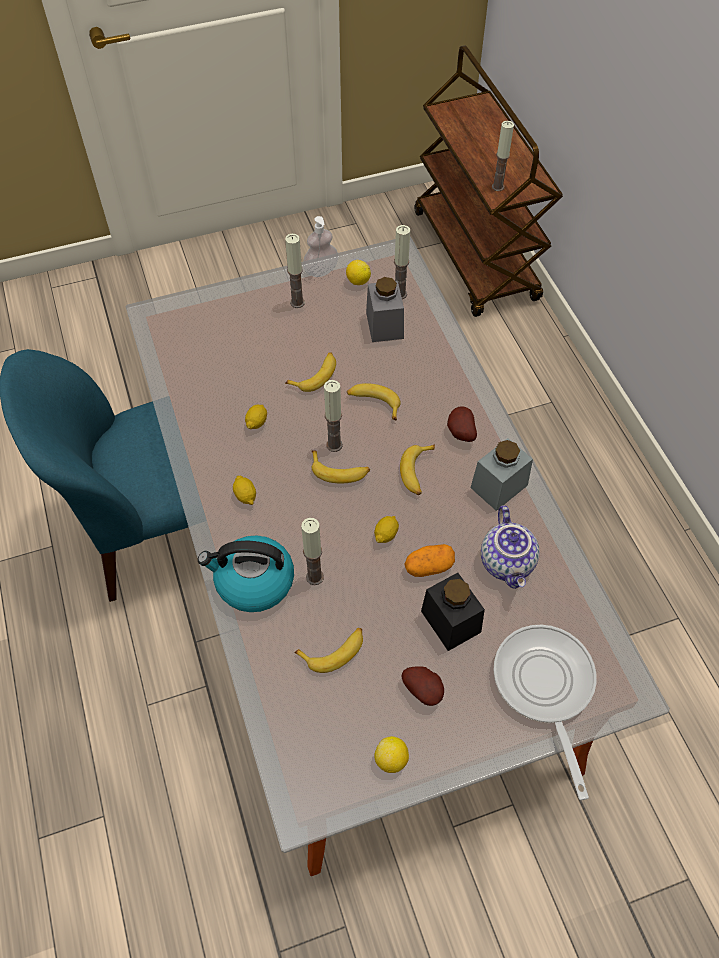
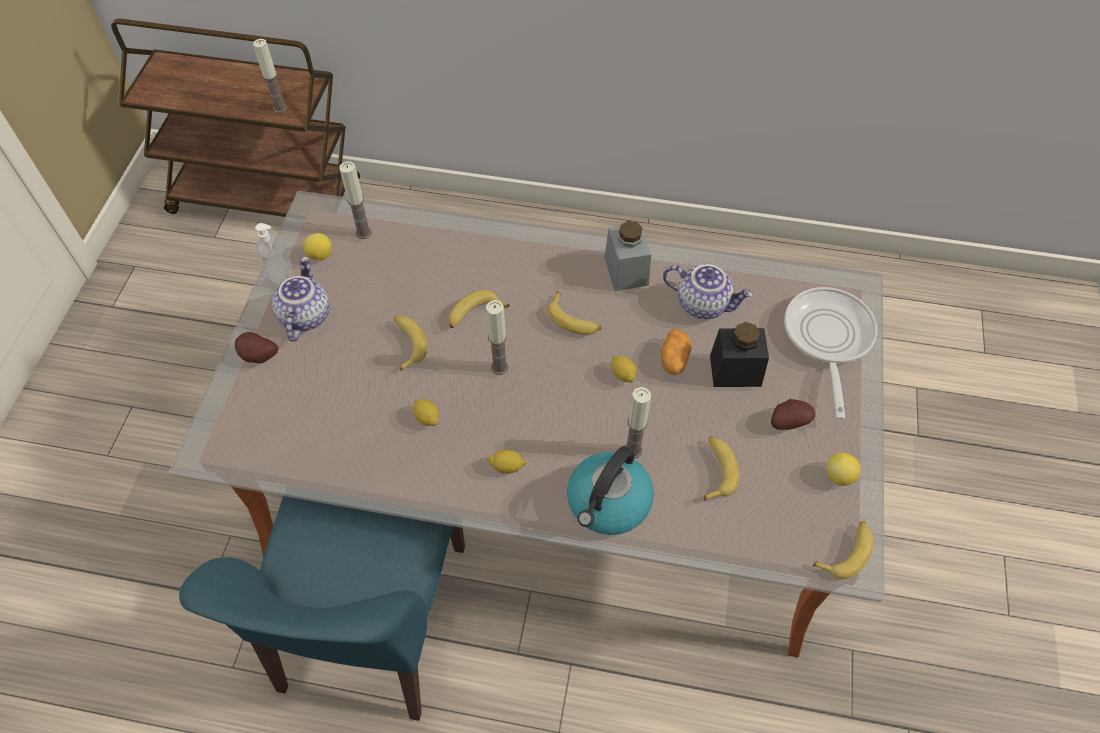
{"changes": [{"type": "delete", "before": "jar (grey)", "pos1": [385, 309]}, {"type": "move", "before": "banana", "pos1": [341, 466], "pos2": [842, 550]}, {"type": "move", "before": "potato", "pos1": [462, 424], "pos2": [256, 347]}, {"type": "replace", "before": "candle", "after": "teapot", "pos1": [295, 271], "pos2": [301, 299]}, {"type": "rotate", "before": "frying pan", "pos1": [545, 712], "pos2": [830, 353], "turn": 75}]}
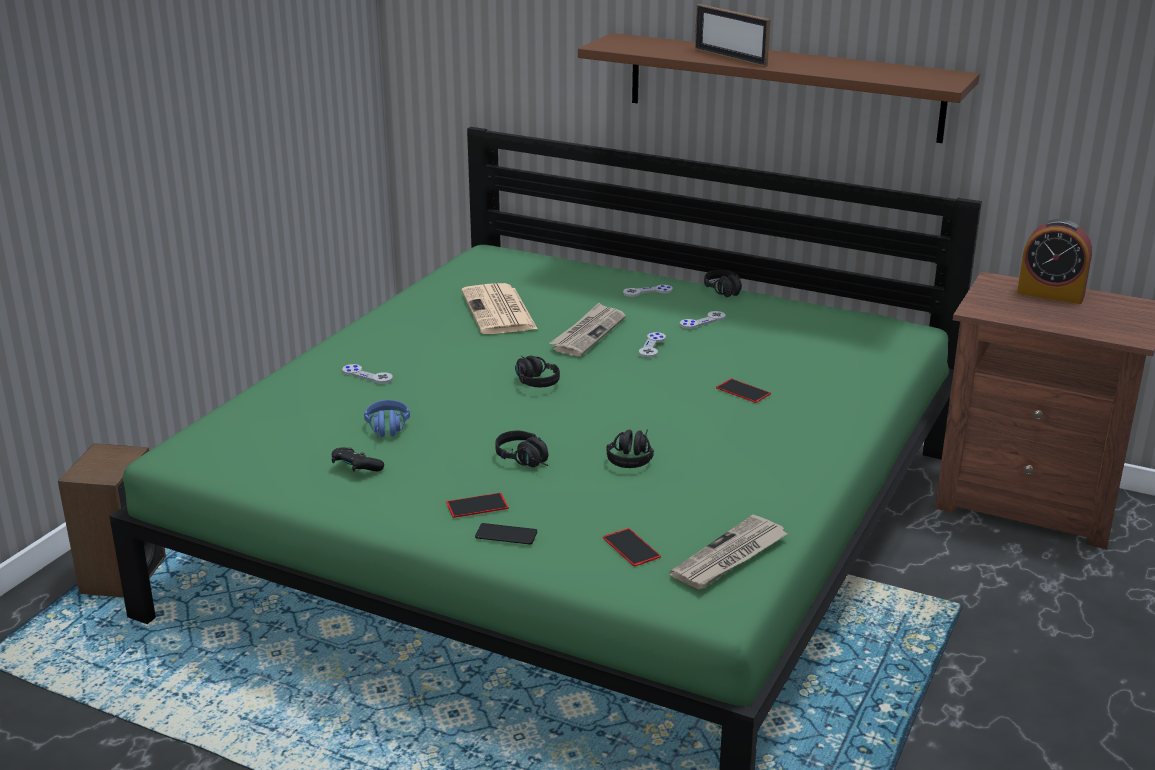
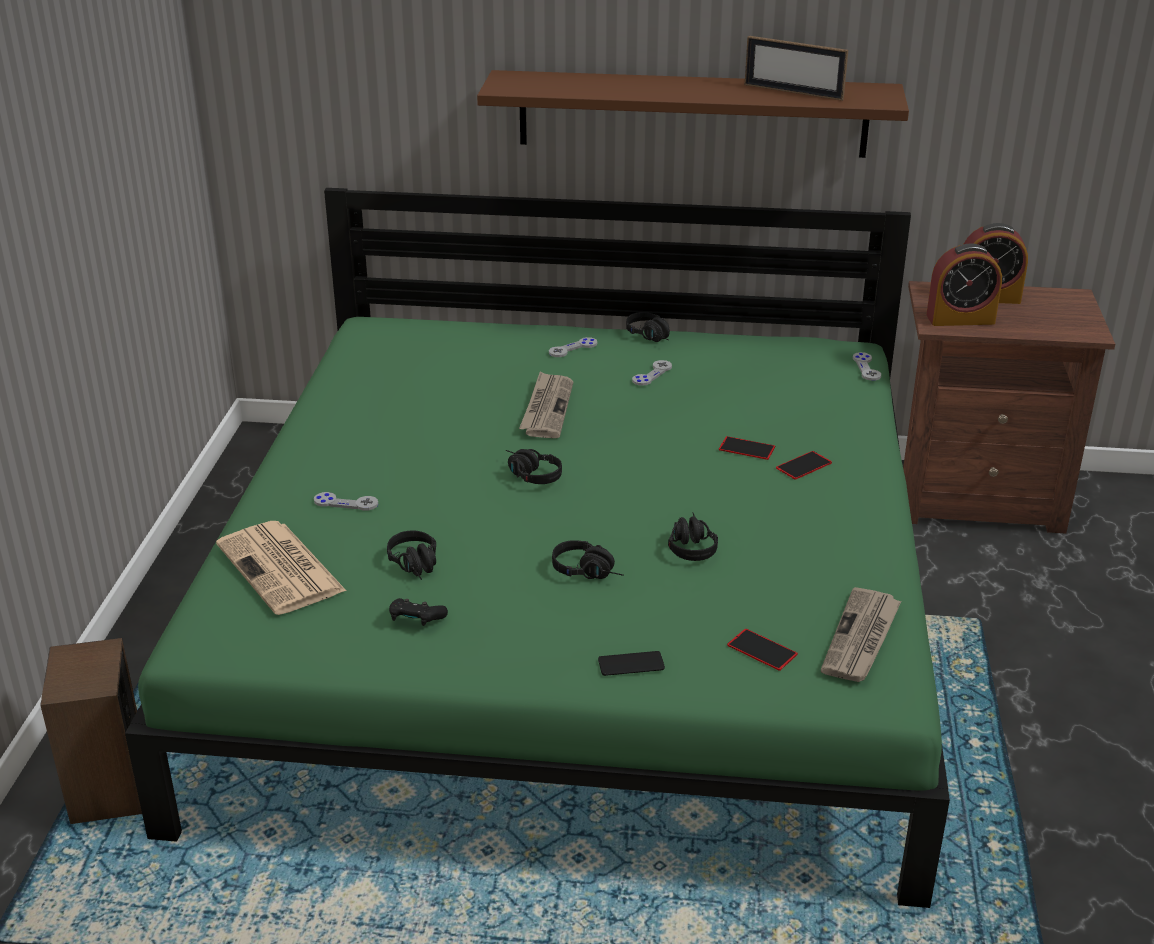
{"changes": [{"type": "insert", "after": "alarm clock", "pos2": [964, 284]}, {"type": "move", "before": "phone", "pos1": [477, 505], "pos2": [804, 465]}, {"type": "move", "before": "newspaper", "pos1": [499, 308], "pos2": [281, 568]}, {"type": "move", "before": "game controller (grey)", "pos1": [652, 345], "pos2": [867, 366]}, {"type": "move", "before": "picture frame", "pos1": [733, 35], "pos2": [796, 68]}, {"type": "recolor", "before": "headphones (blue)", "after": "headphones (black)", "pos1": [387, 419], "pos2": [411, 555]}]}
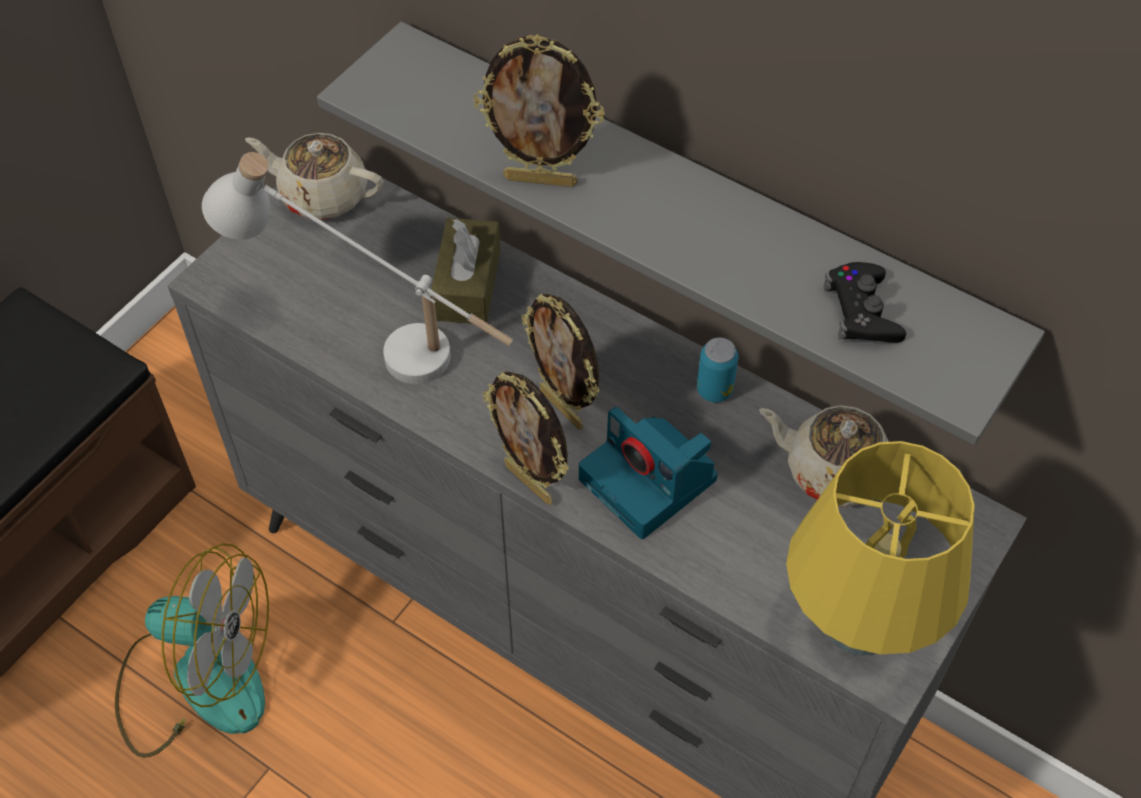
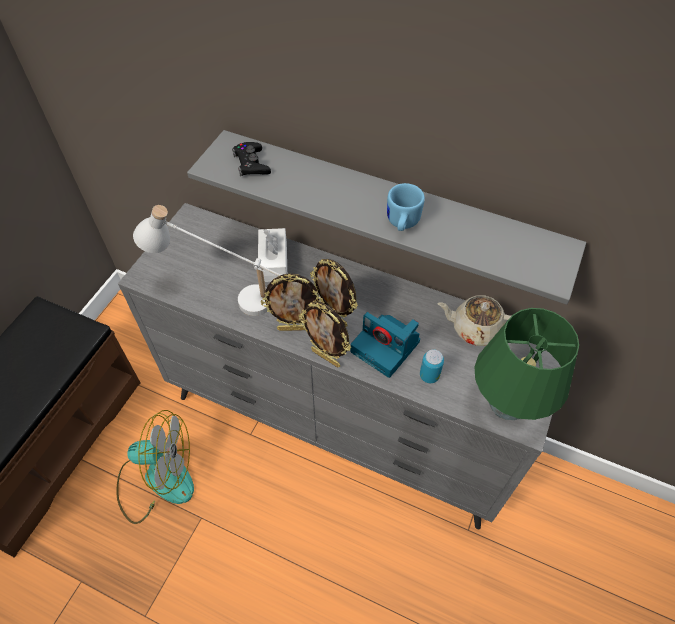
{"changes": [{"type": "delete", "before": "teapot (beige)", "pos1": [314, 176]}, {"type": "insert", "after": "mug (blue)", "pos2": [406, 207]}, {"type": "move", "before": "picture frame", "pos1": [539, 110], "pos2": [292, 302]}, {"type": "move", "before": "can", "pos1": [717, 370], "pos2": [432, 366]}, {"type": "move", "before": "game controller (black)", "pos1": [865, 302], "pos2": [251, 159]}, {"type": "recolor", "before": "tissue box (brown)", "after": "tissue box (white)", "pos1": [465, 271], "pos2": [272, 255]}, {"type": "recolor", "before": "table lamp (yellow)", "after": "table lamp (green)", "pos1": [880, 548], "pos2": [527, 364]}]}
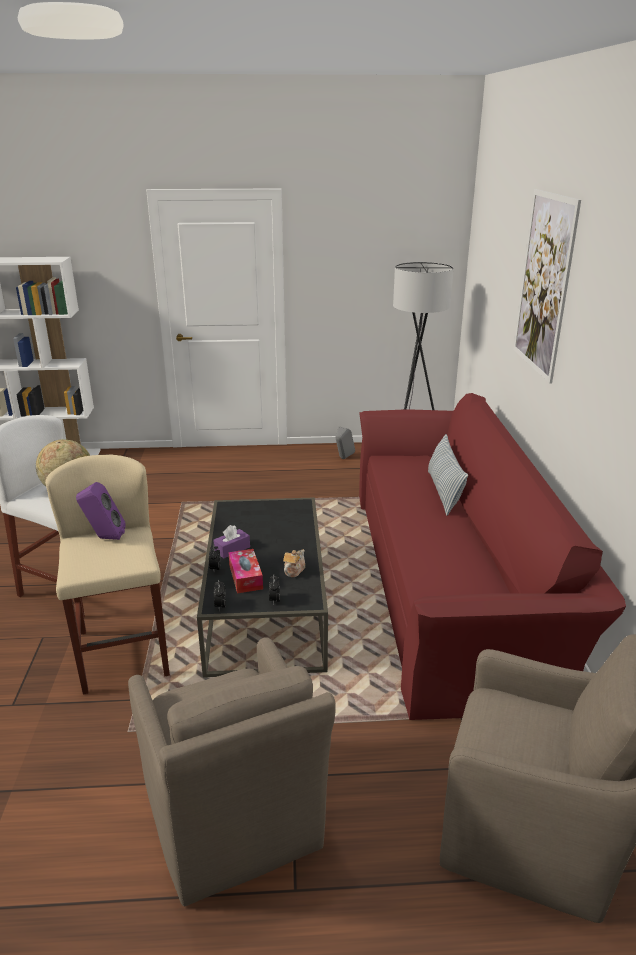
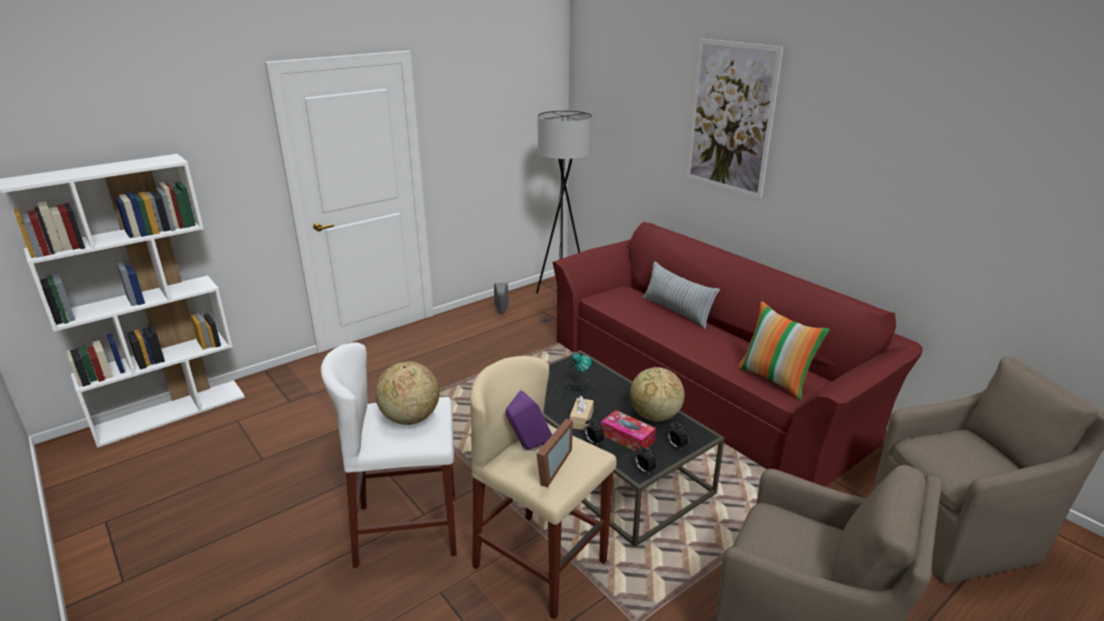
{"changes": [{"type": "insert", "after": "picture frame", "pos2": [554, 453]}, {"type": "insert", "after": "table lamp", "pos2": [570, 378]}, {"type": "insert", "after": "pillow", "pos2": [783, 350]}, {"type": "replace", "before": "teapot", "after": "globe", "pos1": [294, 563], "pos2": [657, 394]}, {"type": "recolor", "before": "tissue box (purple)", "after": "tissue box (beige)", "pos1": [231, 541], "pos2": [582, 412]}]}
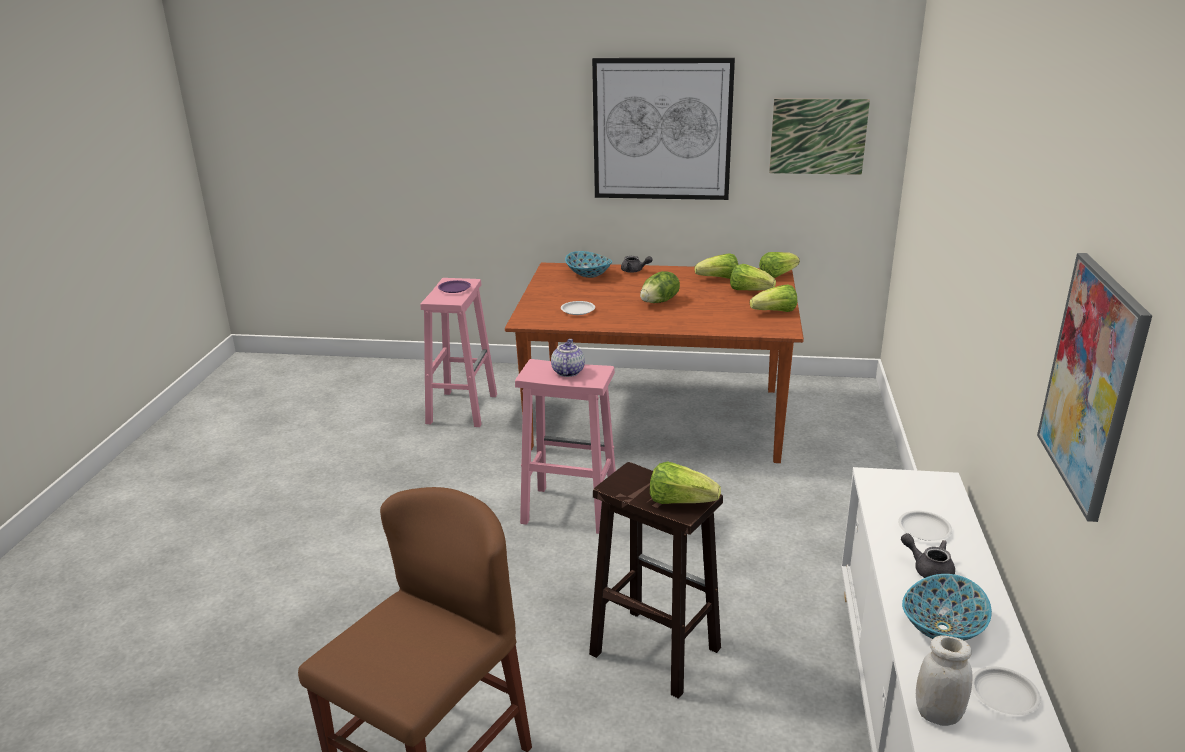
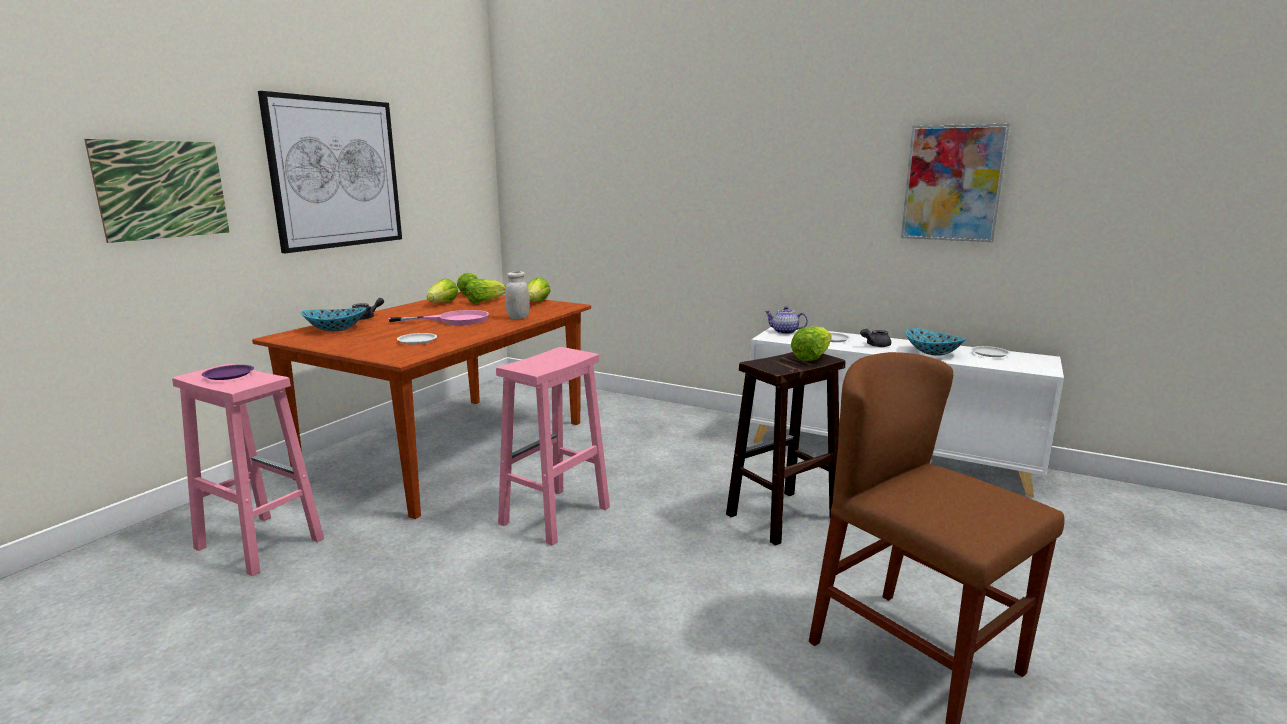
{"changes": [{"type": "move", "before": "teapot", "pos1": [568, 358], "pos2": [786, 320]}, {"type": "move", "before": "picture", "pos1": [819, 137], "pos2": [157, 191]}, {"type": "move", "before": "jar (white)", "pos1": [944, 680], "pos2": [517, 295]}, {"type": "replace", "before": "lettuce", "after": "frying pan (pink)", "pos1": [660, 287], "pos2": [438, 317]}]}
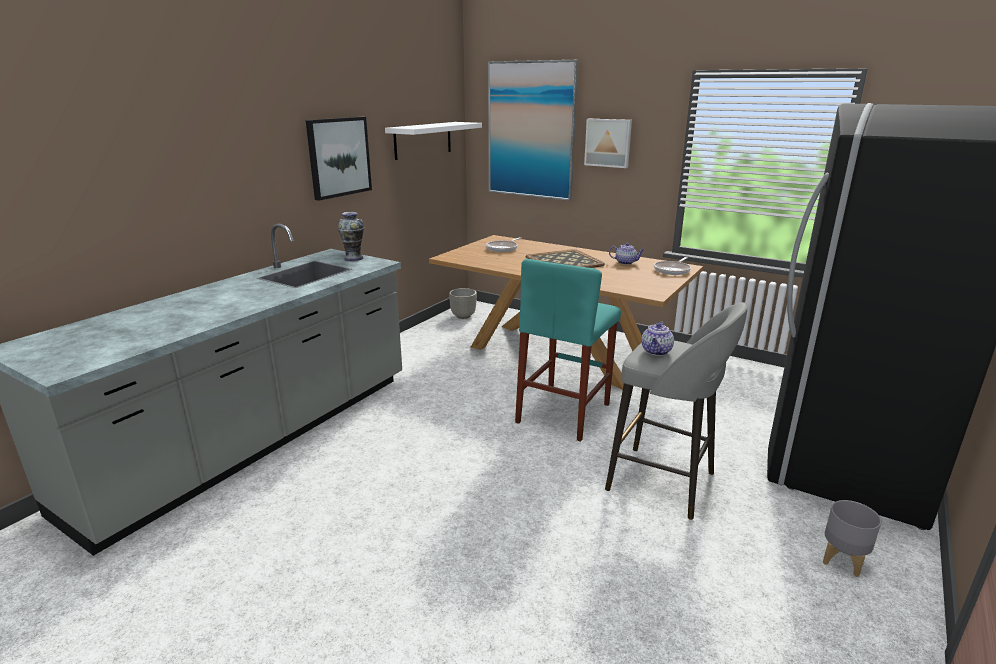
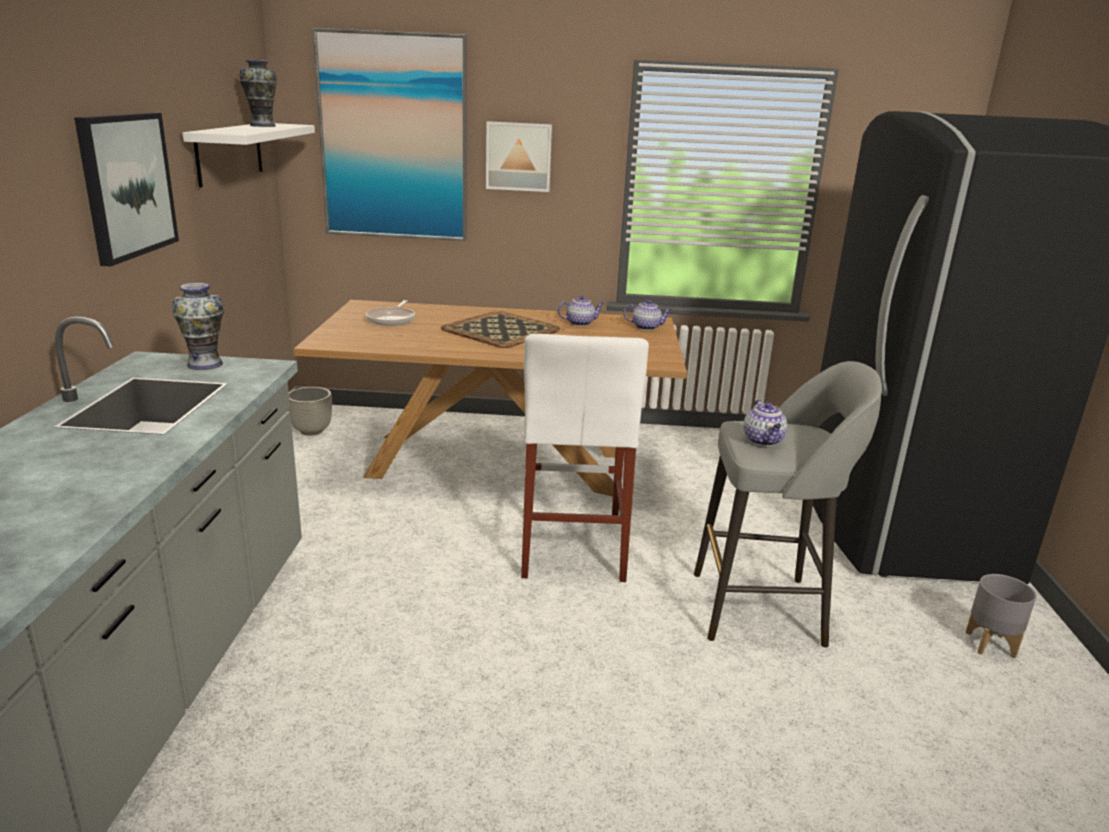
{"changes": [{"type": "insert", "after": "vase", "pos2": [258, 93]}, {"type": "replace", "before": "frying pan", "after": "teapot", "pos1": [672, 266], "pos2": [647, 315]}, {"type": "recolor", "before": "stool (turquoise)", "after": "stool (white)", "pos1": [568, 350], "pos2": [585, 458]}]}
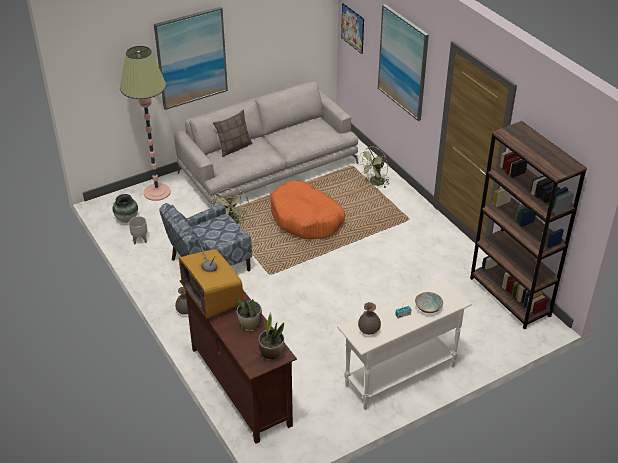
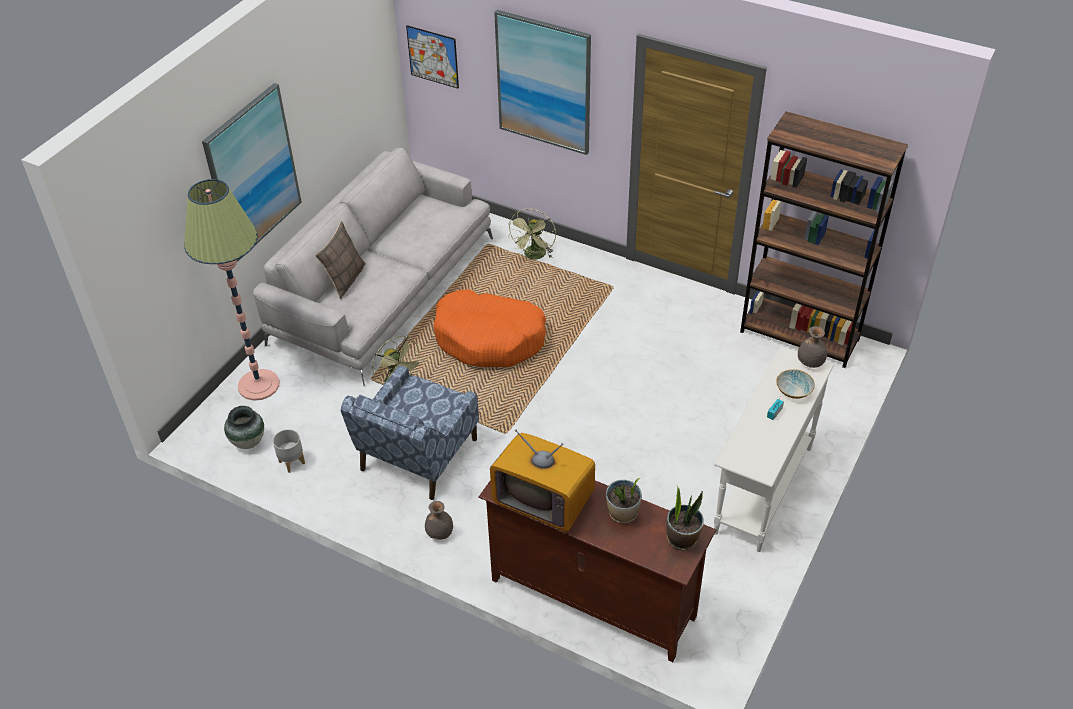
{"changes": [{"type": "move", "before": "vase (grey)", "pos1": [369, 318], "pos2": [812, 347]}]}
